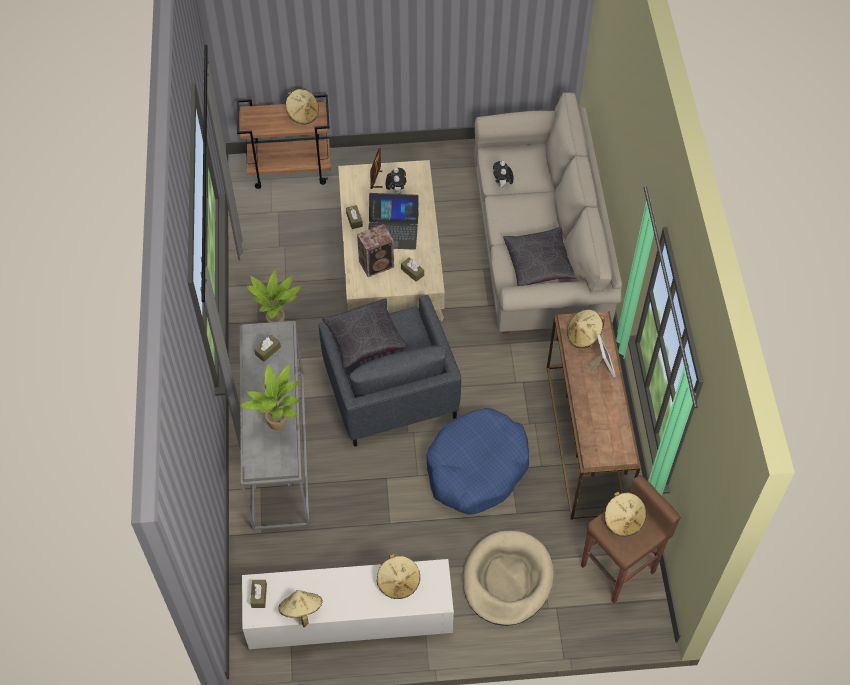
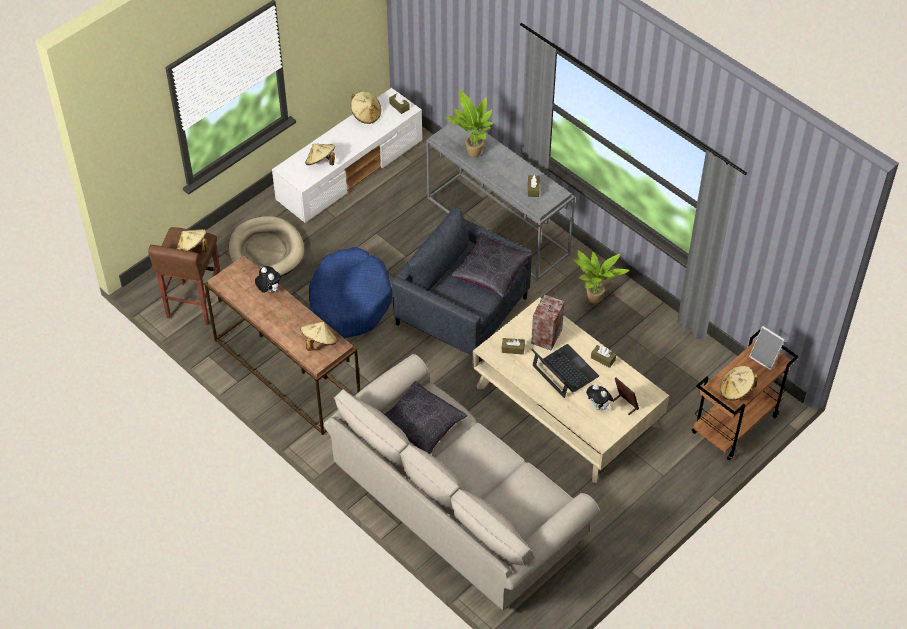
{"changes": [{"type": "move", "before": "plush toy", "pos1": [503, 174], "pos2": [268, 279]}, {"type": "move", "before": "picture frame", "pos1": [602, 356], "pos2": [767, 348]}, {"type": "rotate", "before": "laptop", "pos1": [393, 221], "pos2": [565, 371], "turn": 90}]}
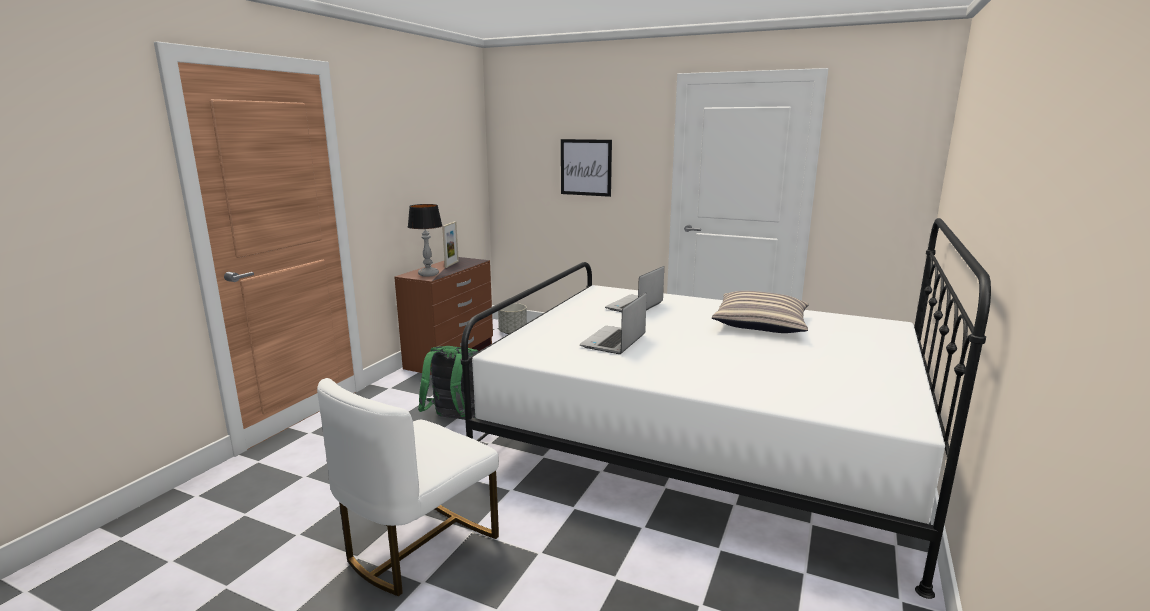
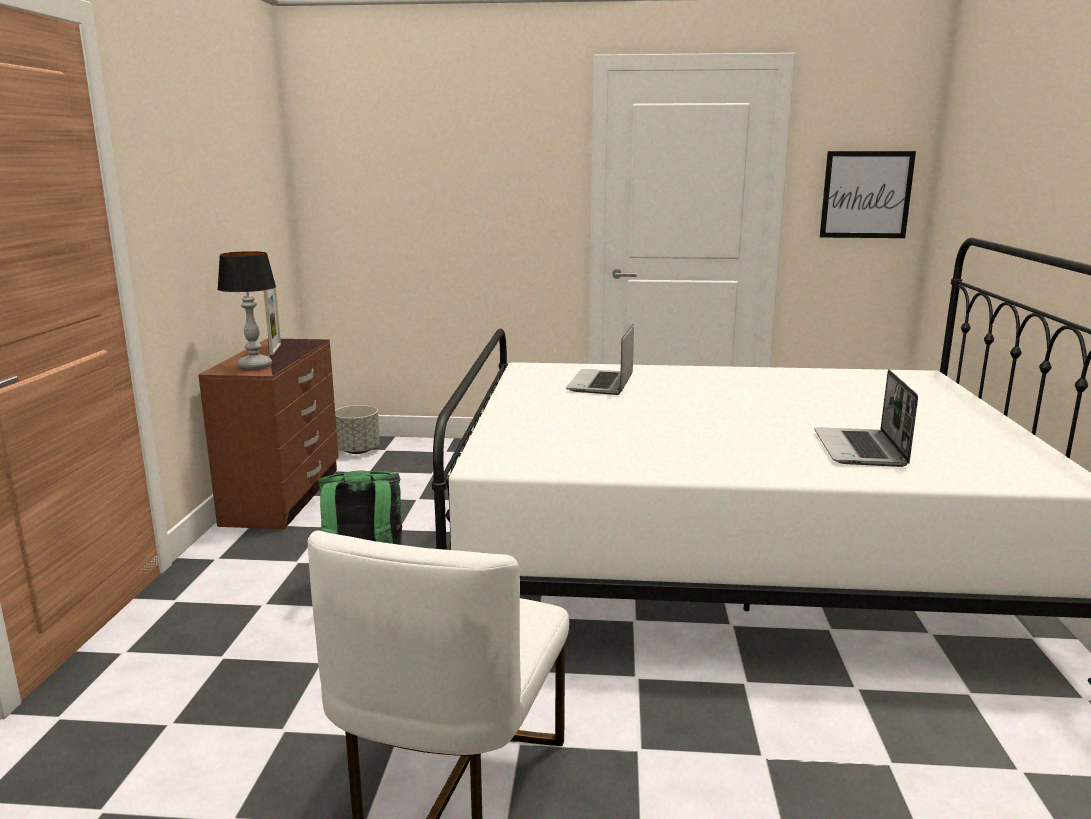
{"changes": [{"type": "delete", "before": "pillow", "pos1": [760, 312]}, {"type": "move", "before": "picture", "pos1": [586, 168], "pos2": [868, 194]}, {"type": "move", "before": "laptop", "pos1": [613, 323], "pos2": [866, 418]}]}
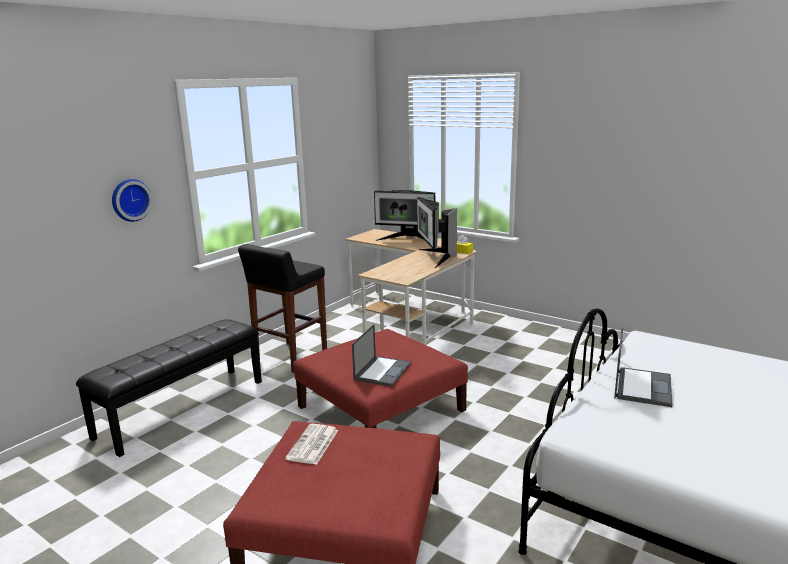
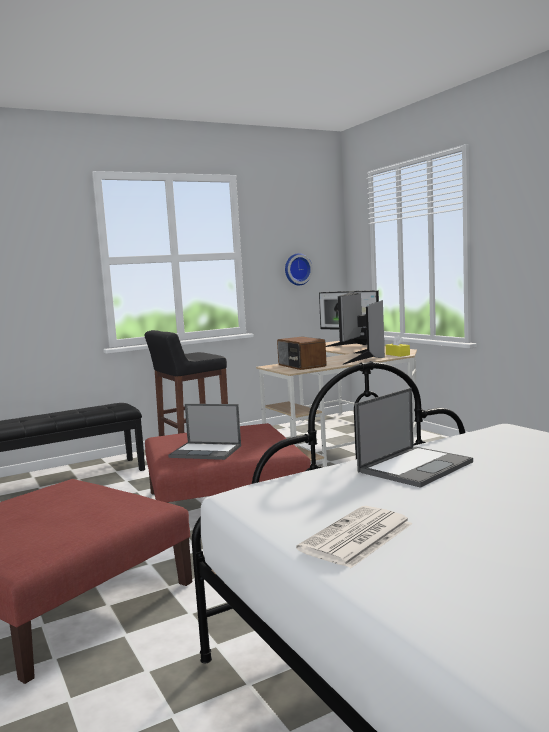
{"changes": [{"type": "insert", "after": "radio", "pos2": [302, 353]}, {"type": "move", "before": "wall clock", "pos1": [132, 200], "pos2": [299, 269]}, {"type": "move", "before": "newspaper", "pos1": [311, 444], "pos2": [354, 537]}, {"type": "rotate", "before": "laptop", "pos1": [381, 355], "pos2": [204, 432], "turn": 60}]}
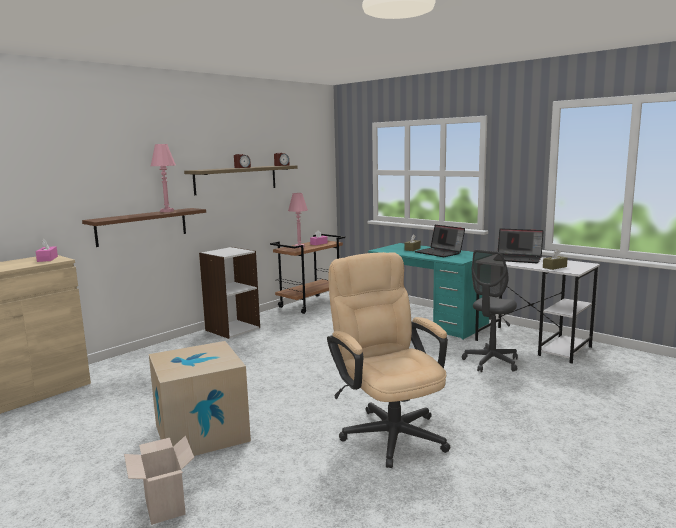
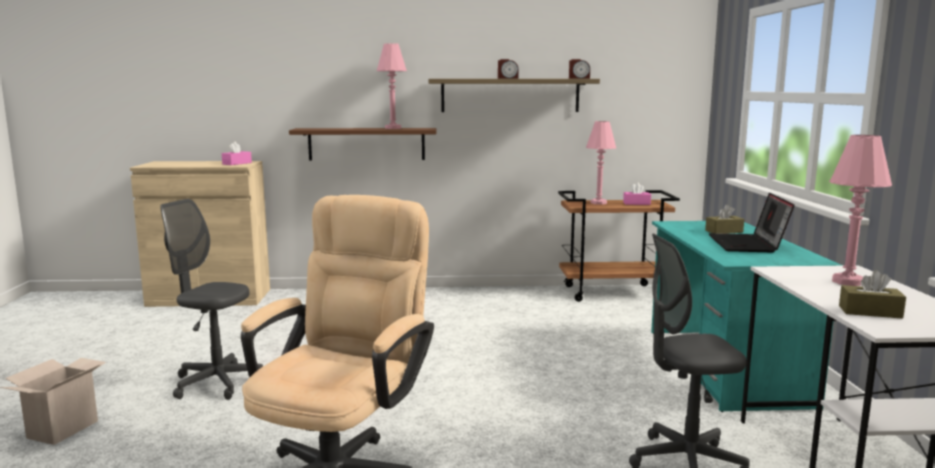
{"changes": [{"type": "delete", "before": "bookcase (white)", "pos1": [229, 293]}, {"type": "replace", "before": "cardboard box", "after": "office chair (grey)", "pos1": [200, 398], "pos2": [211, 299]}, {"type": "replace", "before": "laptop", "after": "table lamp (pink)", "pos1": [521, 245], "pos2": [860, 210]}]}
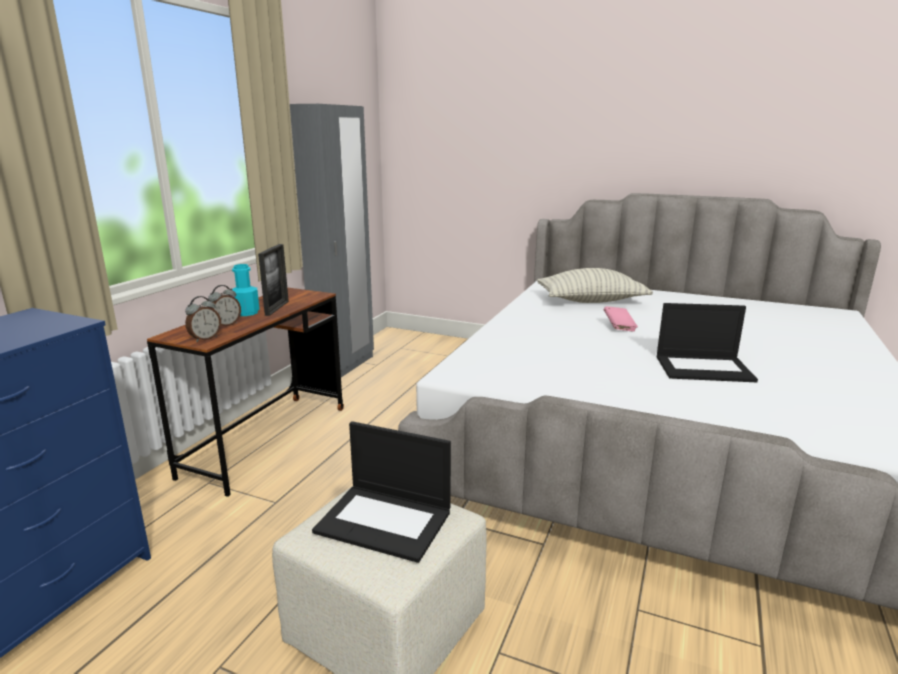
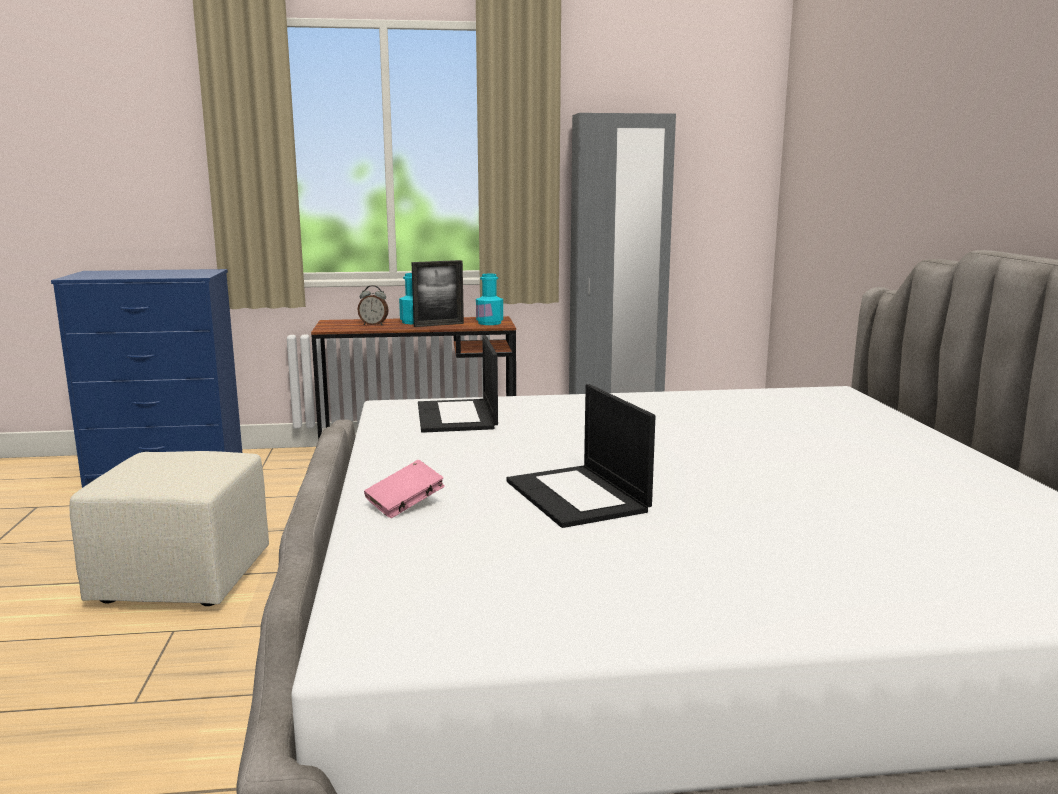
{"changes": [{"type": "delete", "before": "alarm clock", "pos1": [203, 319]}, {"type": "delete", "before": "pillow", "pos1": [595, 285]}, {"type": "insert", "after": "bottle (turquoise)", "pos2": [489, 299]}, {"type": "move", "before": "laptop", "pos1": [381, 492], "pos2": [458, 384]}, {"type": "move", "before": "book (pink)", "pos1": [621, 319], "pos2": [404, 489]}]}
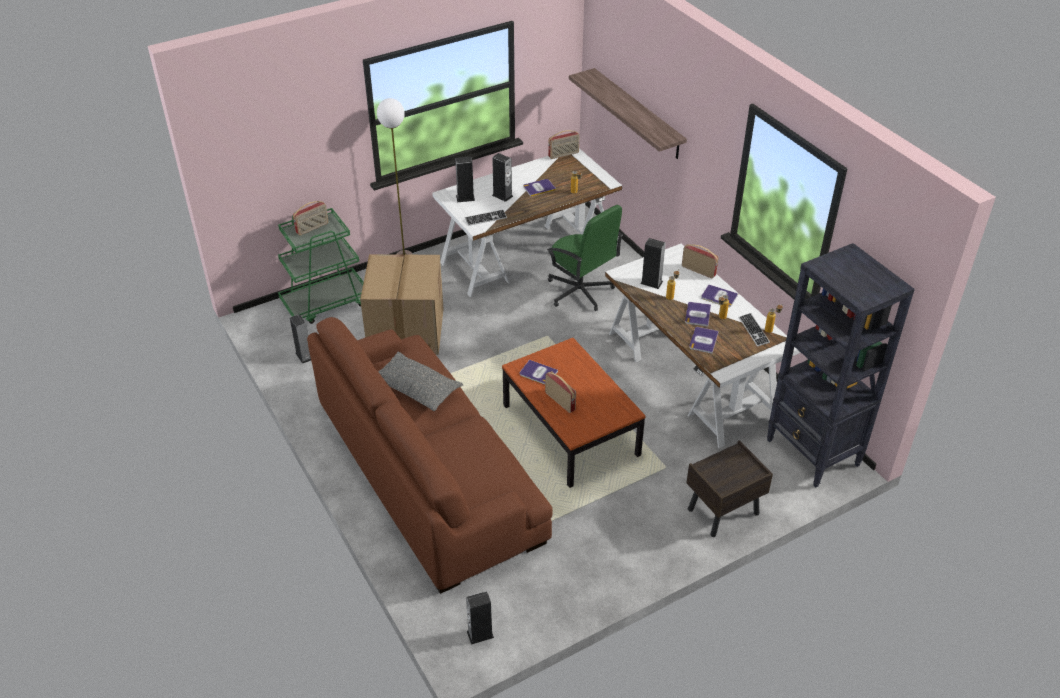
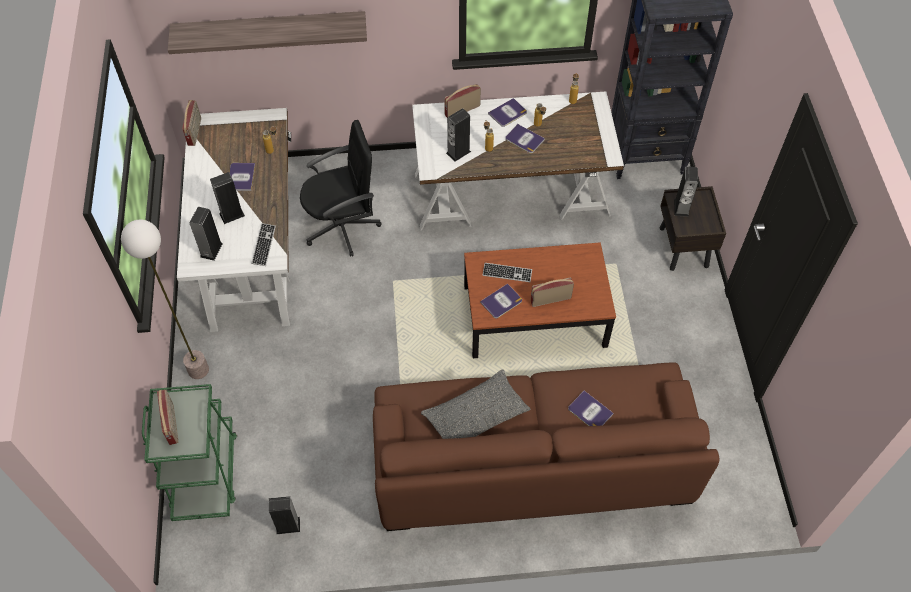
{"changes": [{"type": "delete", "before": "cardboard box", "pos1": [402, 304]}, {"type": "move", "before": "speaker", "pos1": [480, 618], "pos2": [686, 191]}, {"type": "move", "before": "book", "pos1": [704, 340], "pos2": [591, 408]}, {"type": "move", "before": "keyboard", "pos1": [754, 330], "pos2": [507, 272]}, {"type": "recolor", "before": "office chair (green)", "after": "office chair (black)", "pos1": [585, 258], "pos2": [341, 188]}]}
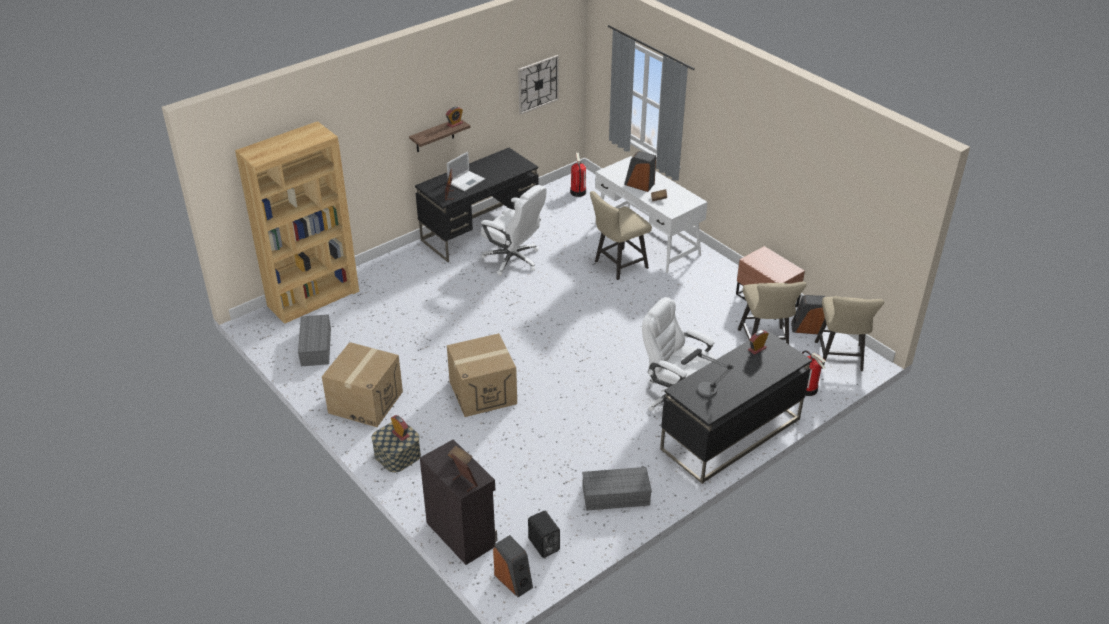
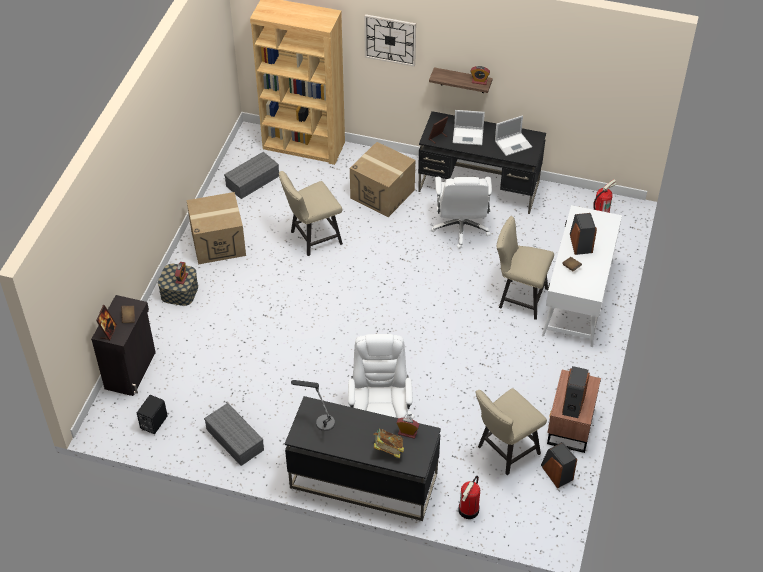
{"changes": [{"type": "insert", "after": "book", "pos2": [388, 444]}, {"type": "insert", "after": "laptop", "pos2": [513, 135]}, {"type": "move", "before": "cardboard box", "pos1": [482, 375], "pos2": [382, 179]}, {"type": "move", "before": "speaker", "pos1": [513, 566], "pos2": [576, 392]}, {"type": "move", "before": "wall clock", "pos1": [538, 85], "pos2": [390, 40]}, {"type": "move", "before": "chair (beige)", "pos1": [849, 333], "pos2": [311, 213]}]}
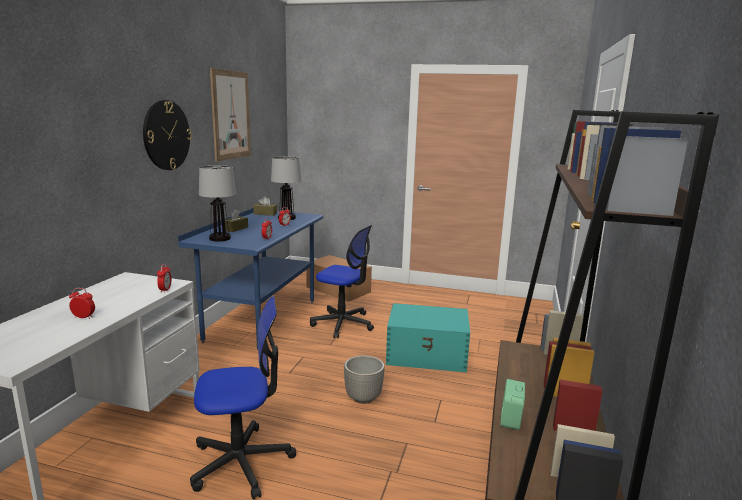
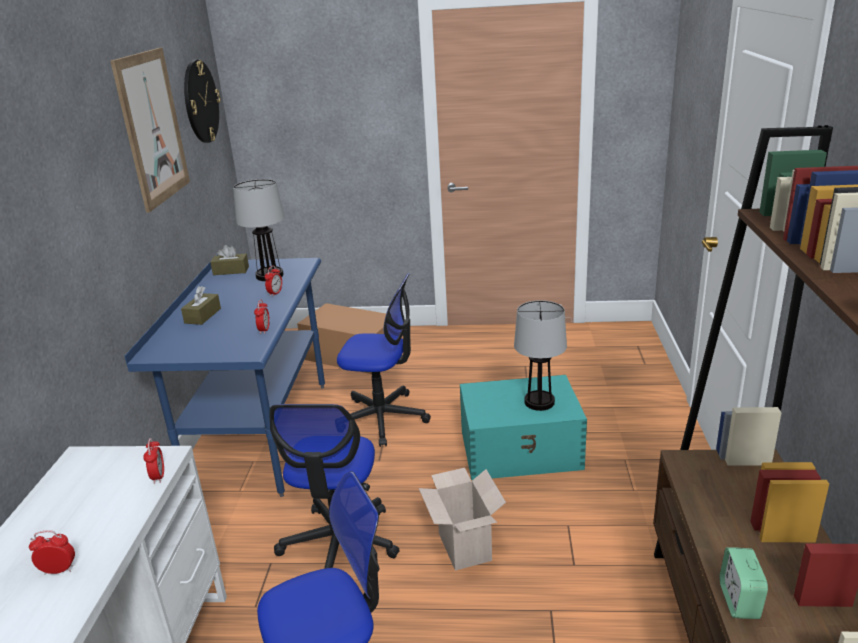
{"changes": [{"type": "insert", "after": "office chair", "pos2": [335, 486]}, {"type": "move", "before": "wall clock", "pos1": [167, 135], "pos2": [202, 101]}, {"type": "move", "before": "table lamp", "pos1": [217, 203], "pos2": [540, 355]}, {"type": "replace", "before": "planter", "after": "cardboard box", "pos1": [364, 379], "pos2": [462, 519]}]}
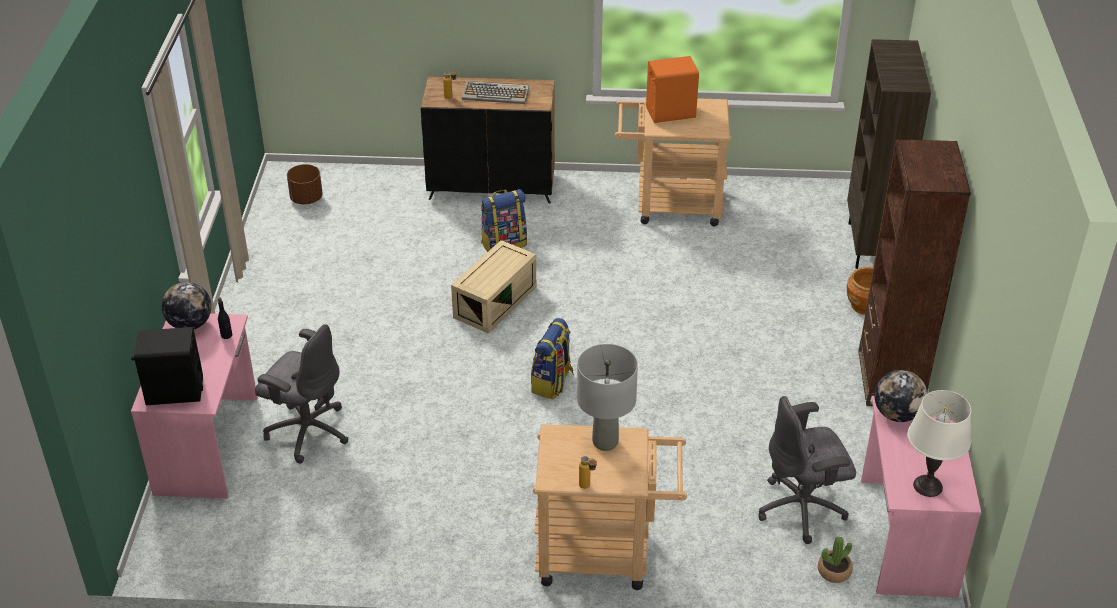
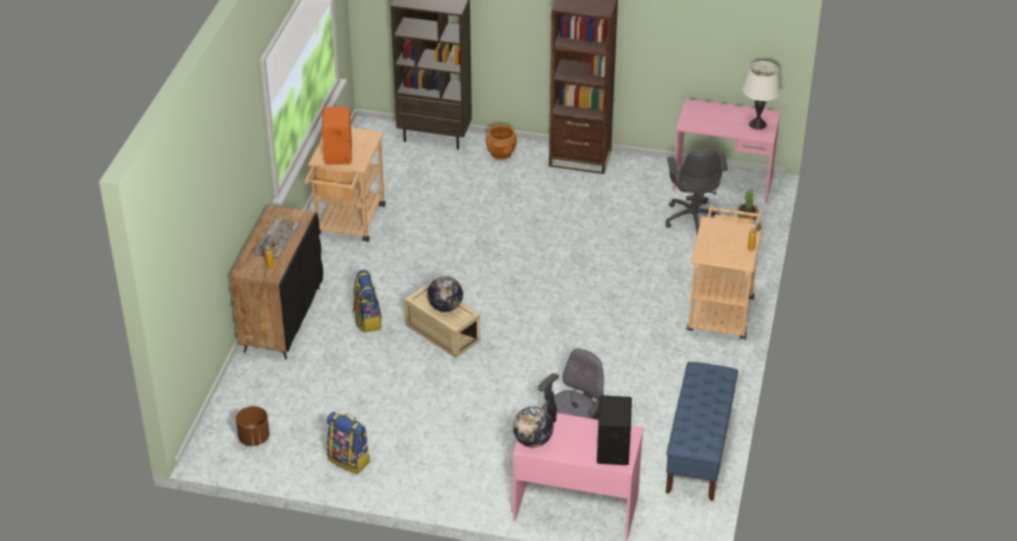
{"changes": [{"type": "delete", "before": "table lamp (grey)", "pos1": [607, 397]}, {"type": "insert", "after": "bench (blue)", "pos2": [702, 431]}, {"type": "move", "before": "backpack", "pos1": [552, 358], "pos2": [348, 442]}, {"type": "move", "before": "globe", "pos1": [901, 396], "pos2": [445, 294]}]}
